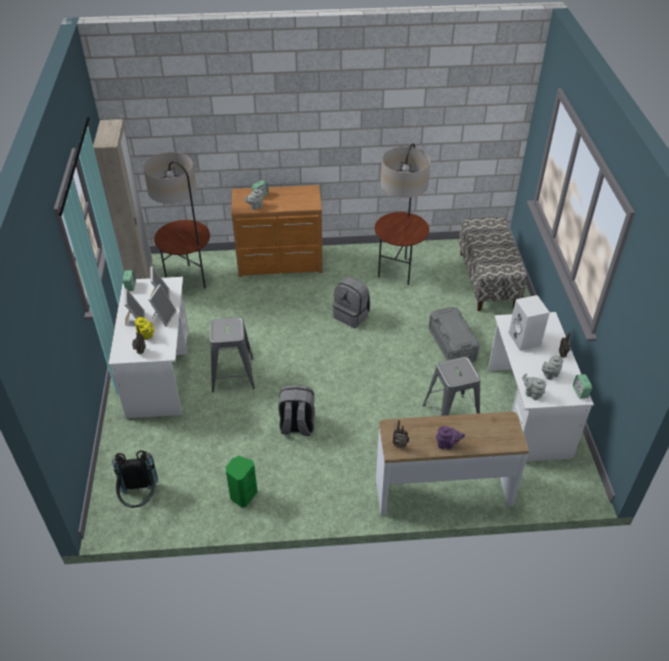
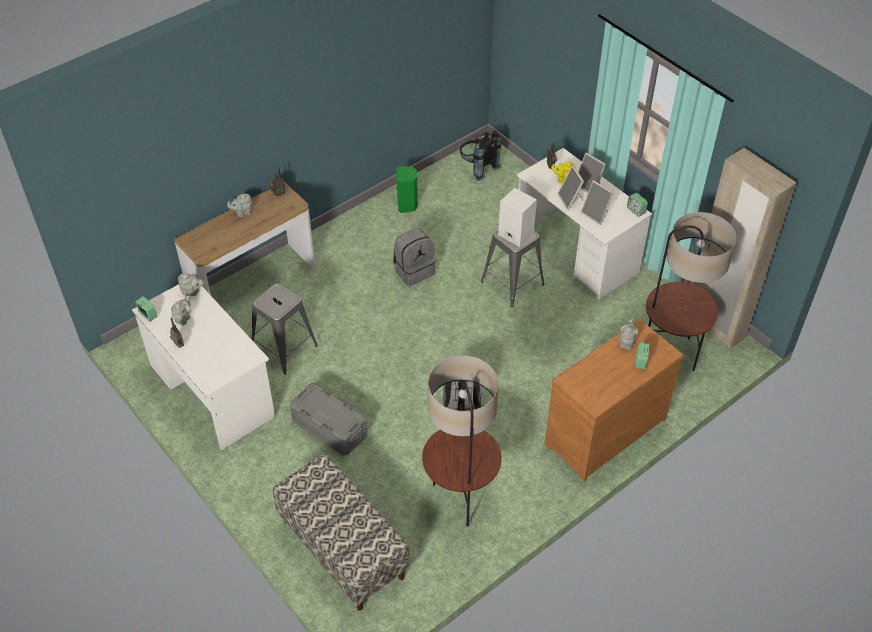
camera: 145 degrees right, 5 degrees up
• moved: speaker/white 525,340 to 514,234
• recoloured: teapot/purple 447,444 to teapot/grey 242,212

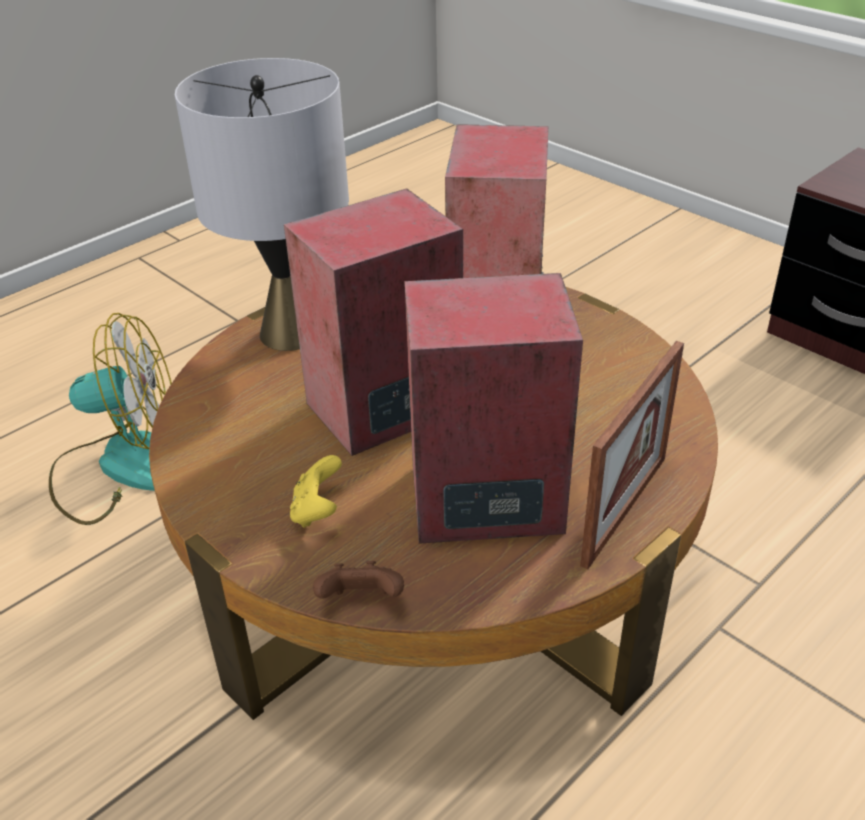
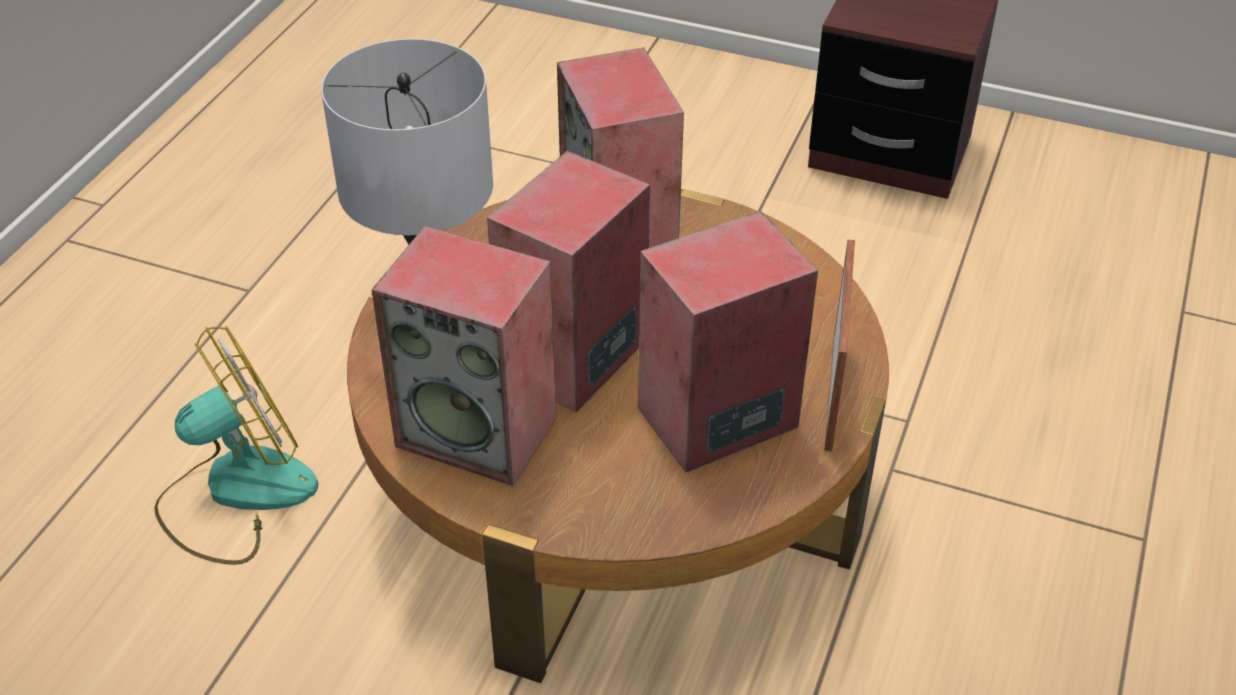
camera: 25 degrees left, 5 degrees up
• removed: game controller/yellow 317,511
• removed: game controller/brown 361,600
• added: speaker 479,431

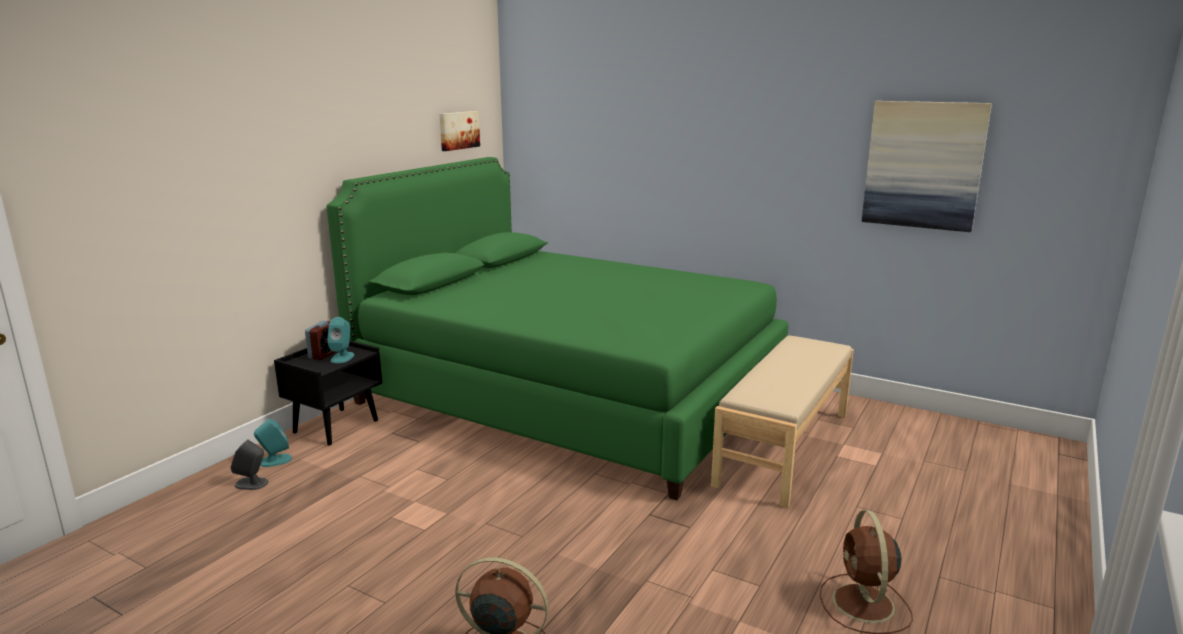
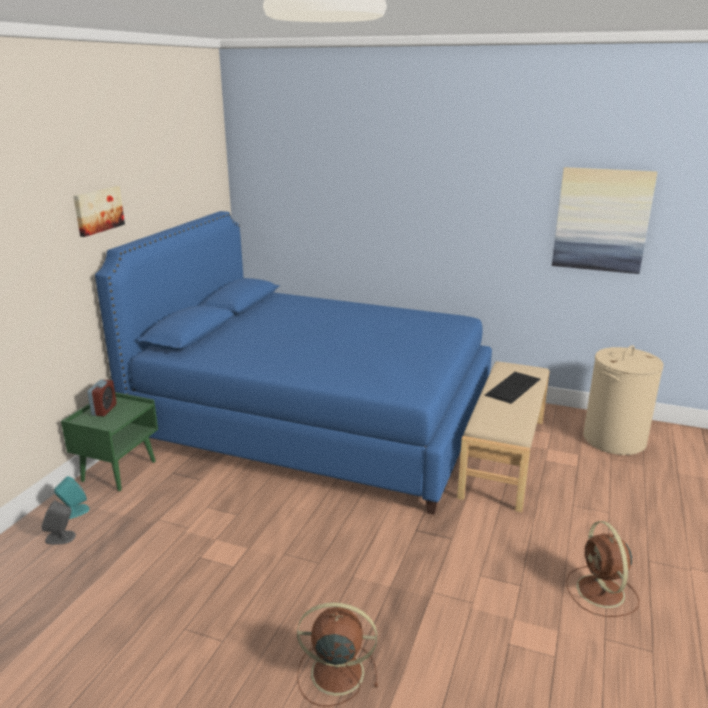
camera: 10 degrees left, 5 degrees up
• removed: speaker/turquoise 342,357
• added: keyboard 513,386
• added: laundry basket/beige 614,439
• moved: picture 458,130 to 98,210
• recoloured: nightstand/black 336,426 to nightstand/green 119,470
• recoloured: bed/green 570,395 to bed/blue 316,421

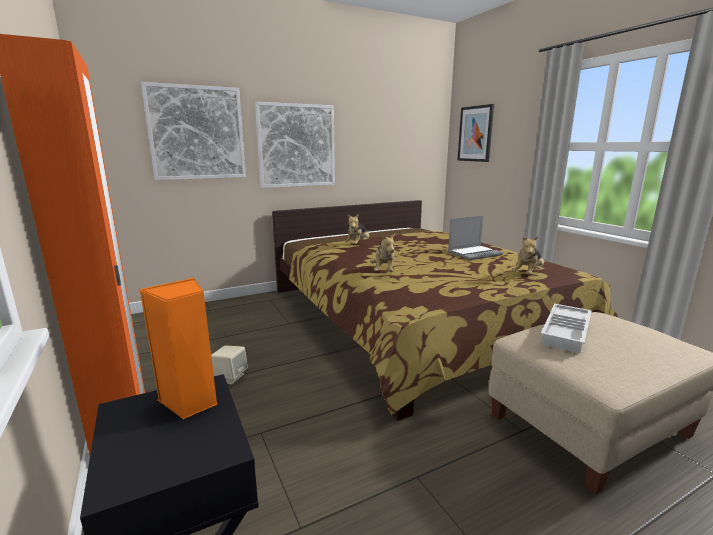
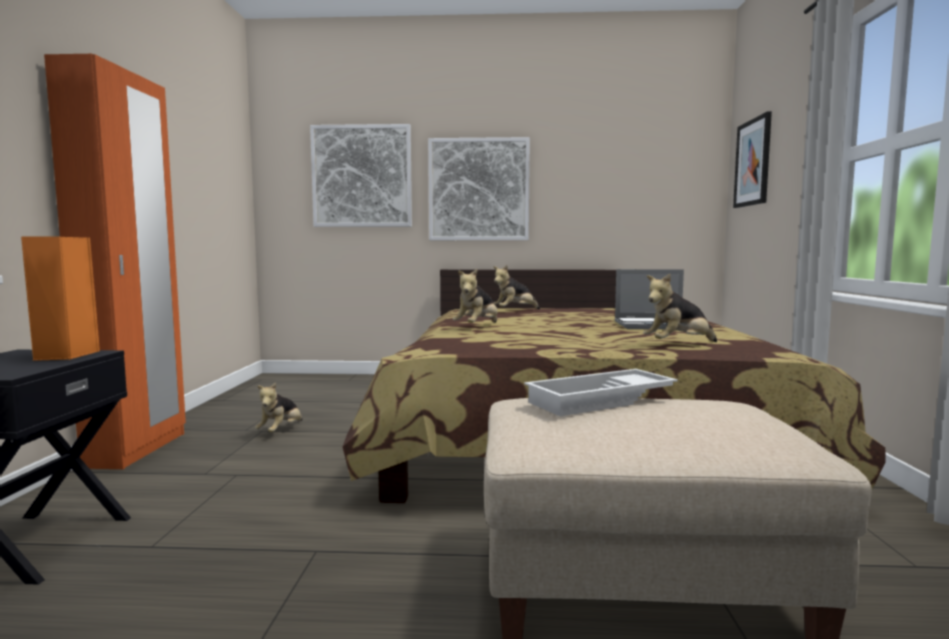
camera: 30 degrees right, 10 degrees down
• replaced: speaker/beige 230,377 to plush toy 281,431

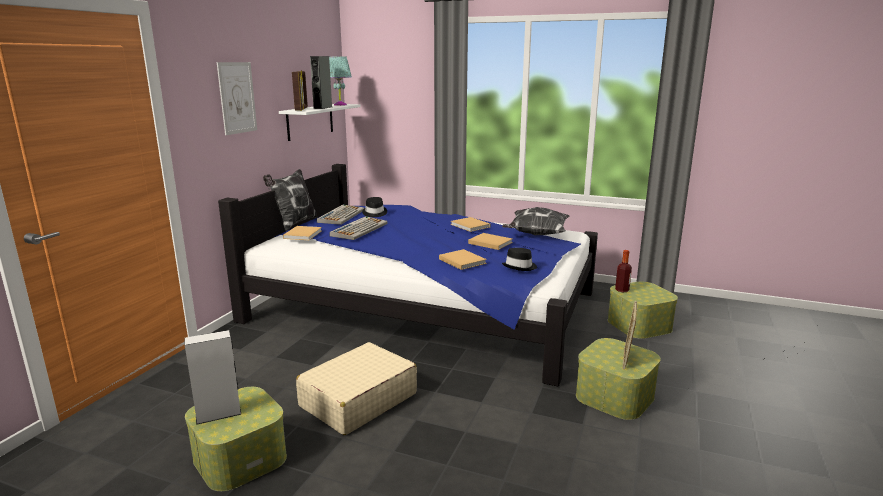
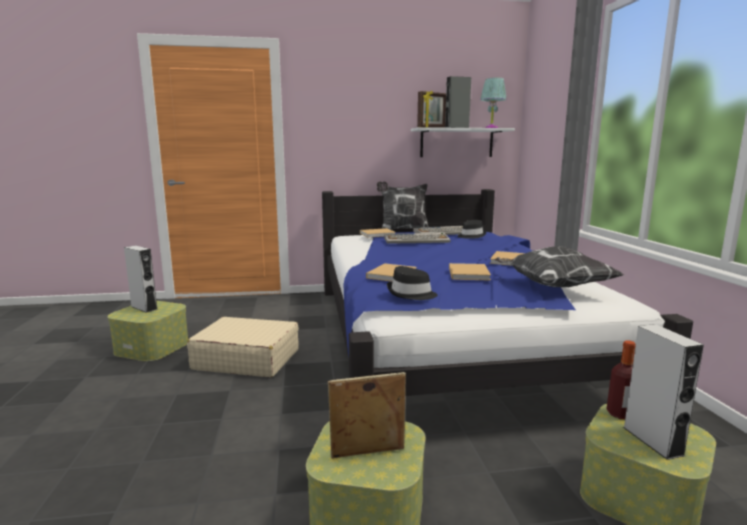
camera: 60 degrees right, 5 degrees down
• removed: picture 237,98
• added: speaker/grey 652,441

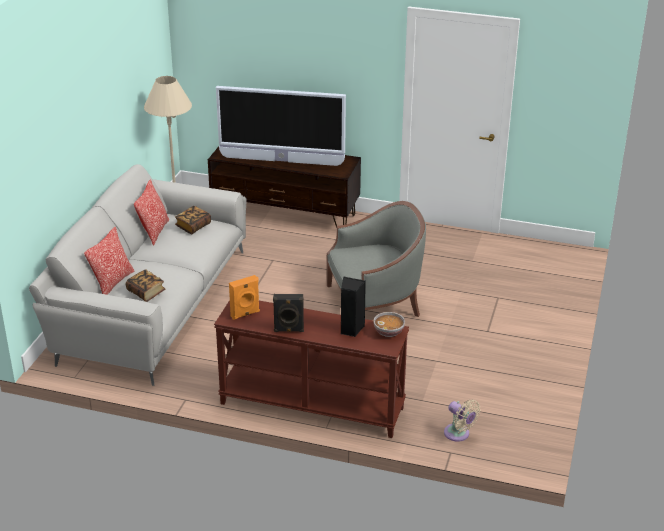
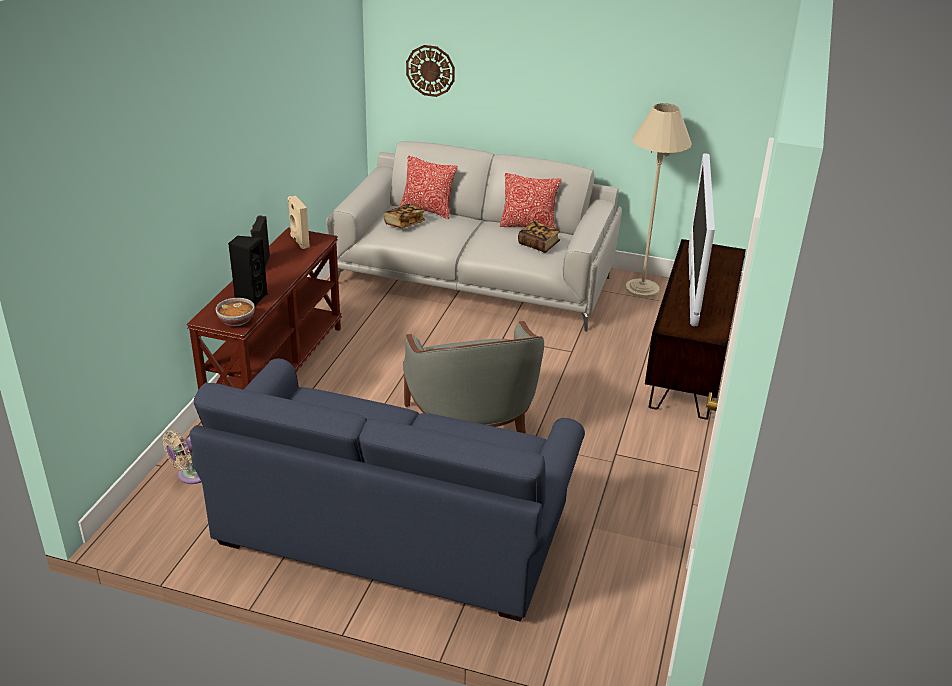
camera: 90 degrees right, 0 degrees up
• added: sofa/blue 392,529
• added: wall clock 430,70
• recoloured: speaker/orange 245,314 to speaker/beige 299,242

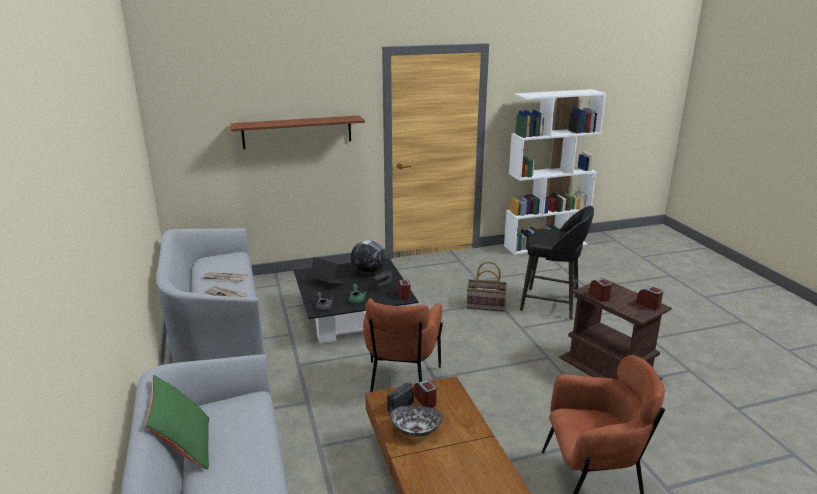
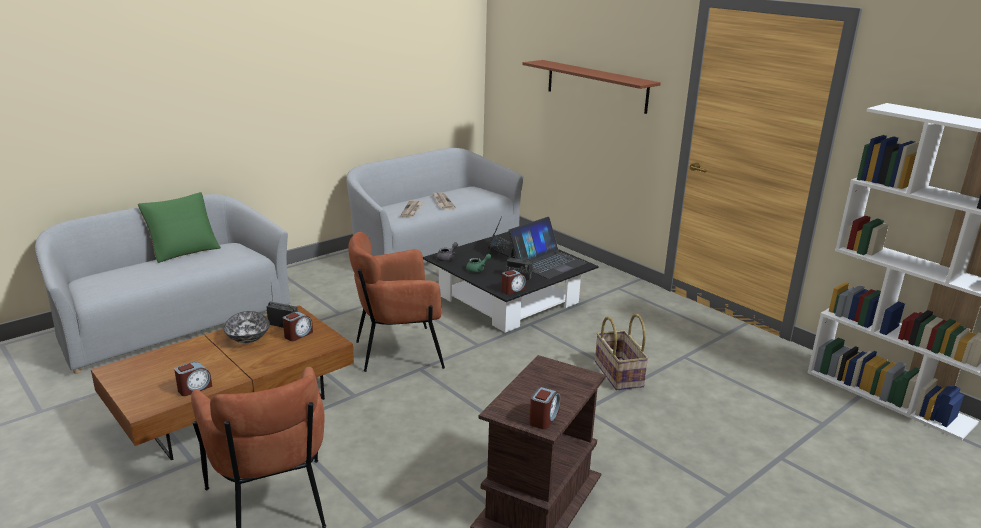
camera: 65 degrees right, 0 degrees up
• removed: stool/black 552,304
• moved: alarm clock 599,296 to 194,388
• replaced: globe 368,272 to laptop 547,262

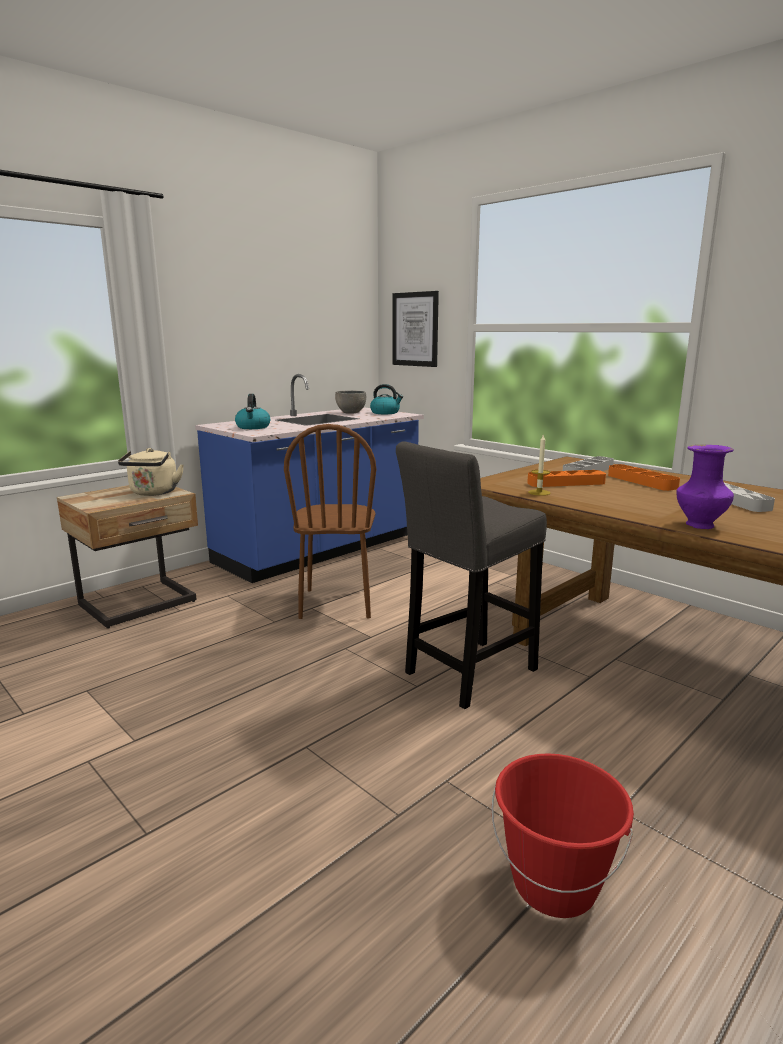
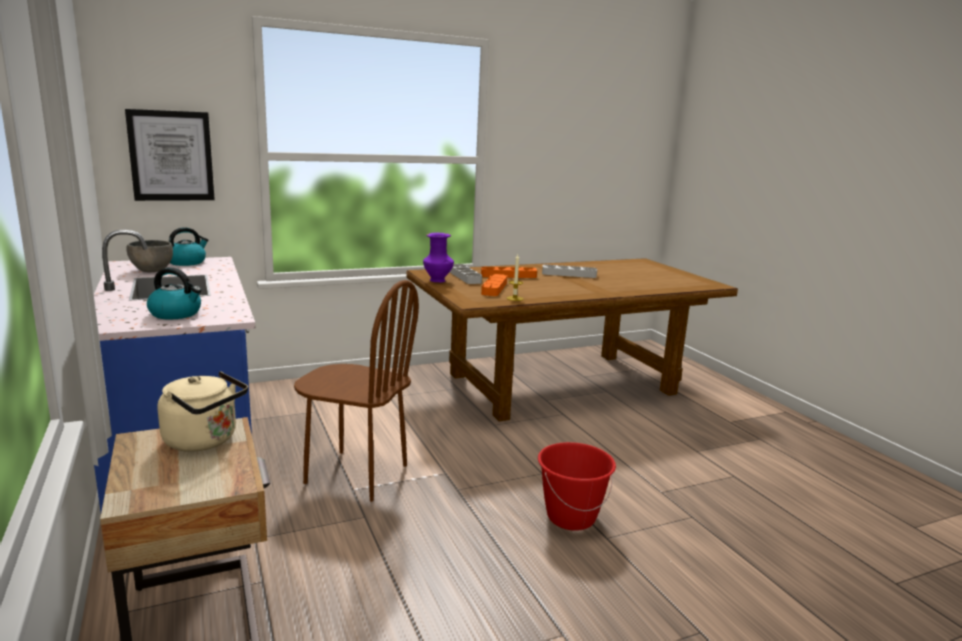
camera: 70 degrees left, 0 degrees up
• removed: stool/grey 466,674
• moved: bucket/red 554,884 to 571,517
• moved: vase/purple 700,526 to 438,281

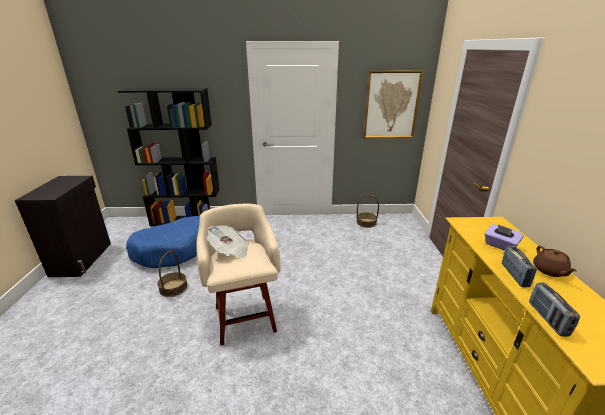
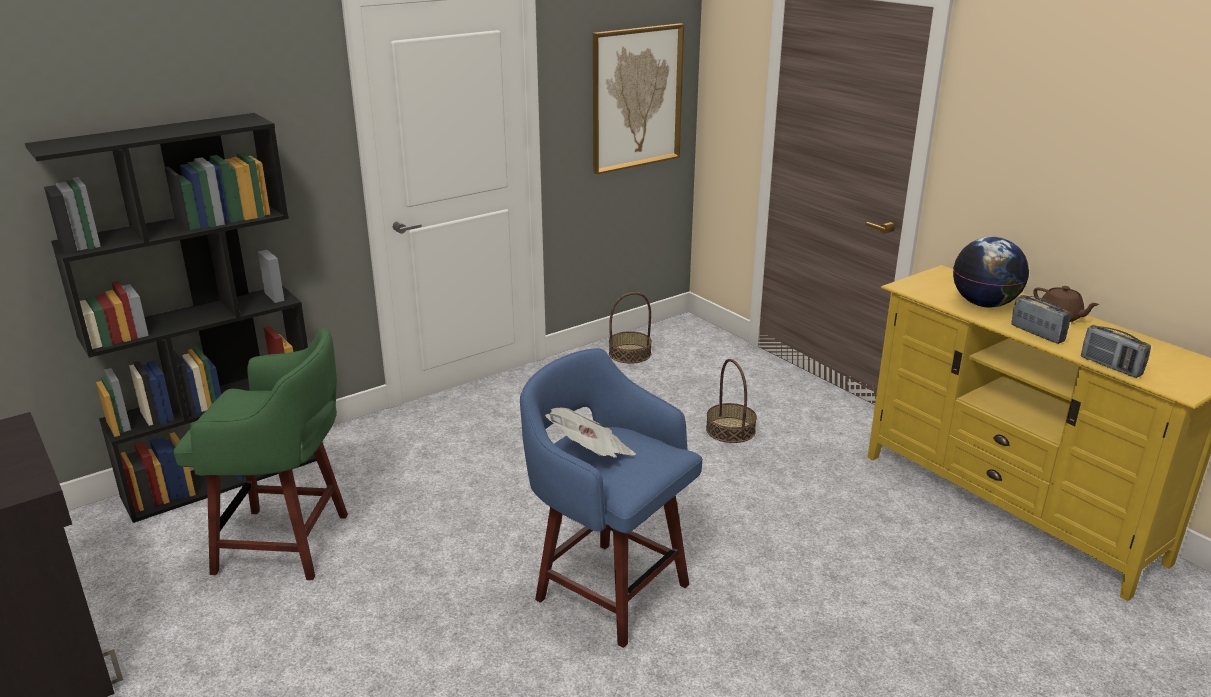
camera: 35 degrees left, 0 degrees up
• moved: basket 173,288 to 730,430
• replaced: dog bed/blue 174,249 to stool/green 287,544
• replaced: tissue box/purple 500,246 to globe 984,304
• recoloured: stool/beige 244,317 to stool/blue 608,589

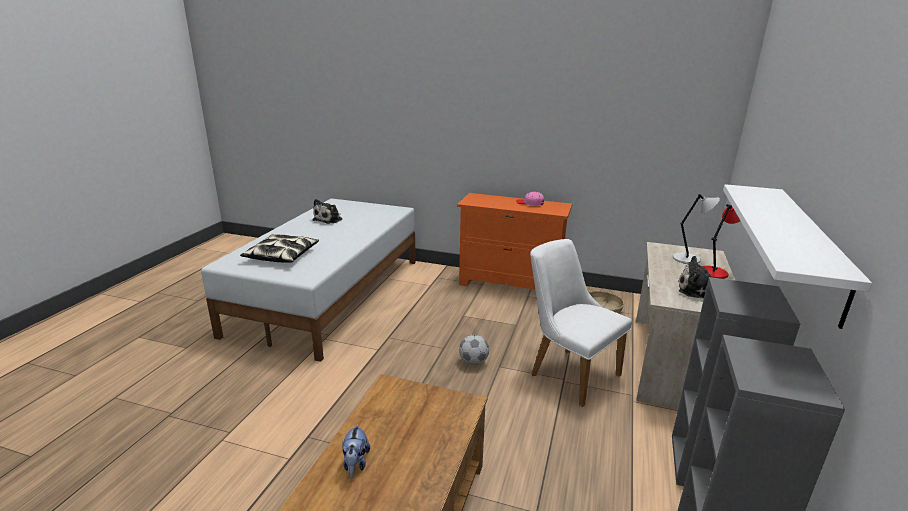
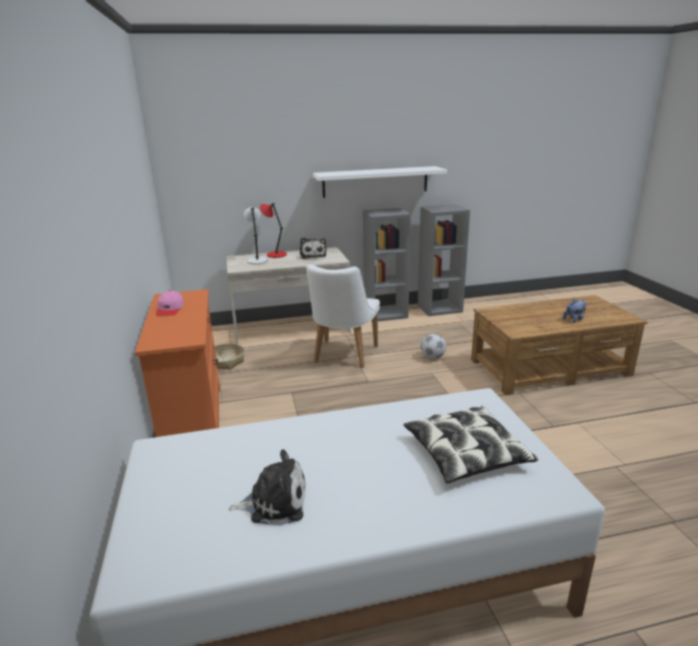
camera: 120 degrees left, 0 degrees up
• moved: football 473,362 to 432,357

